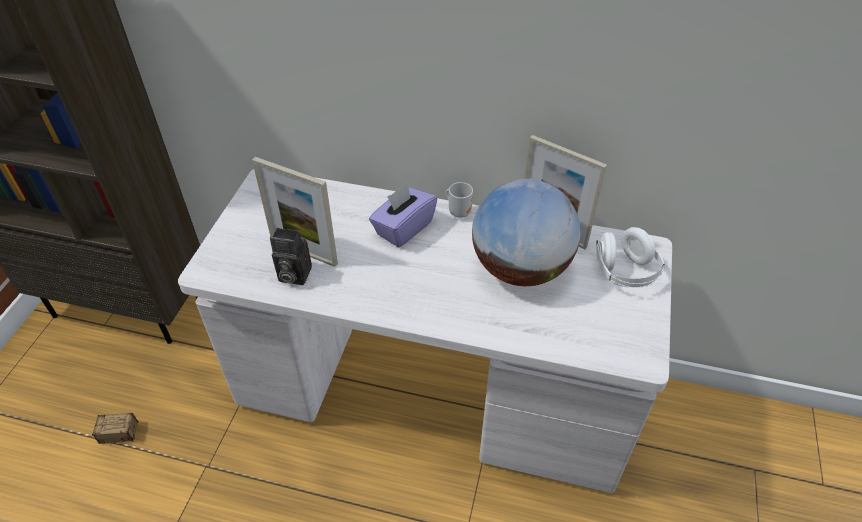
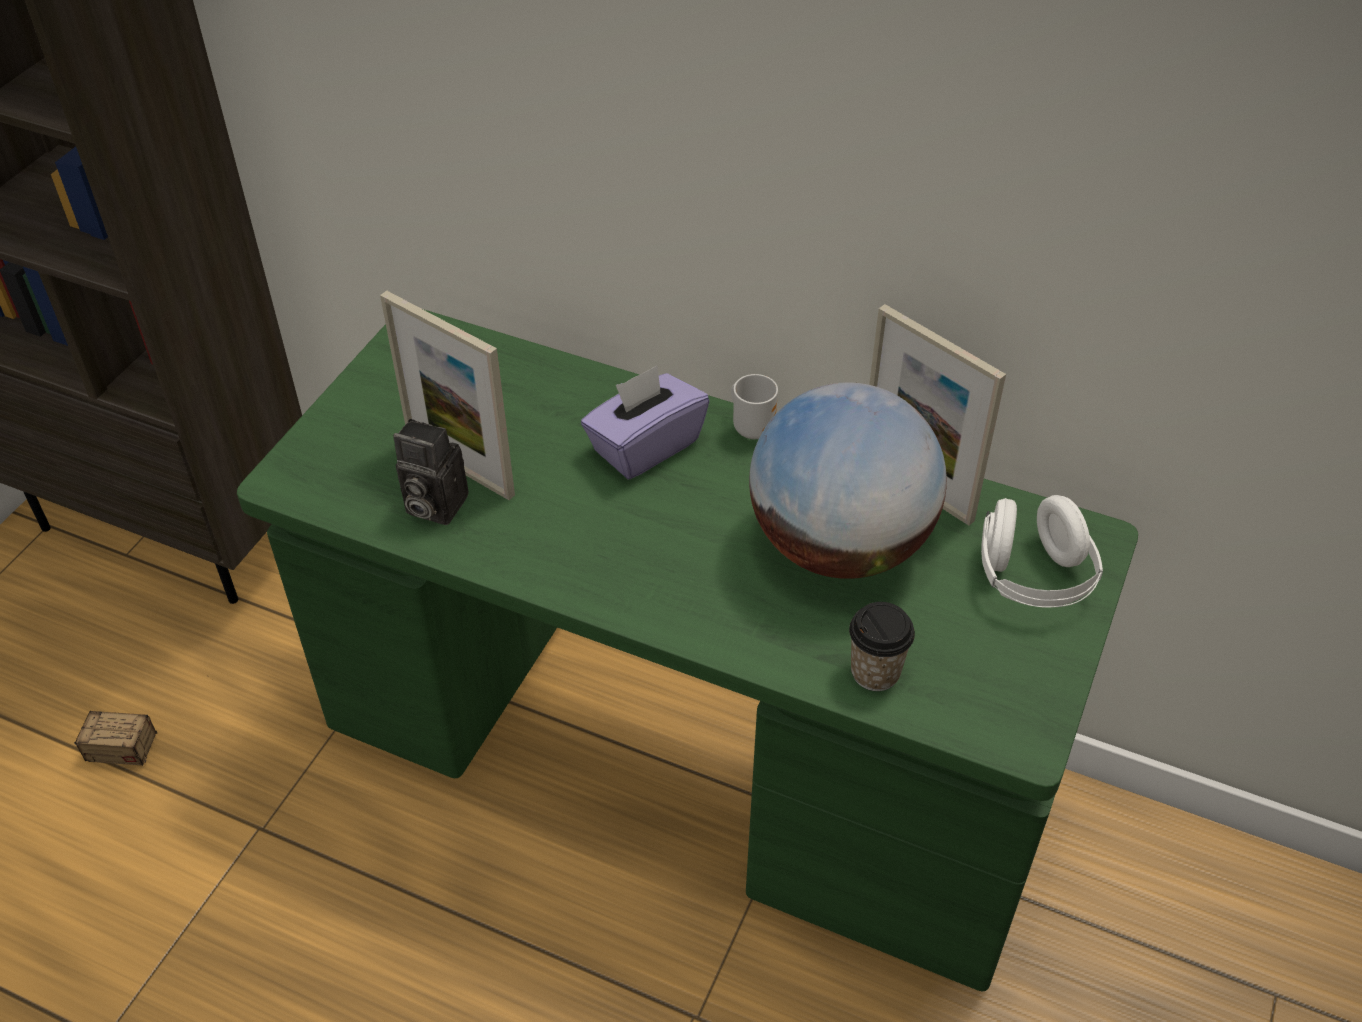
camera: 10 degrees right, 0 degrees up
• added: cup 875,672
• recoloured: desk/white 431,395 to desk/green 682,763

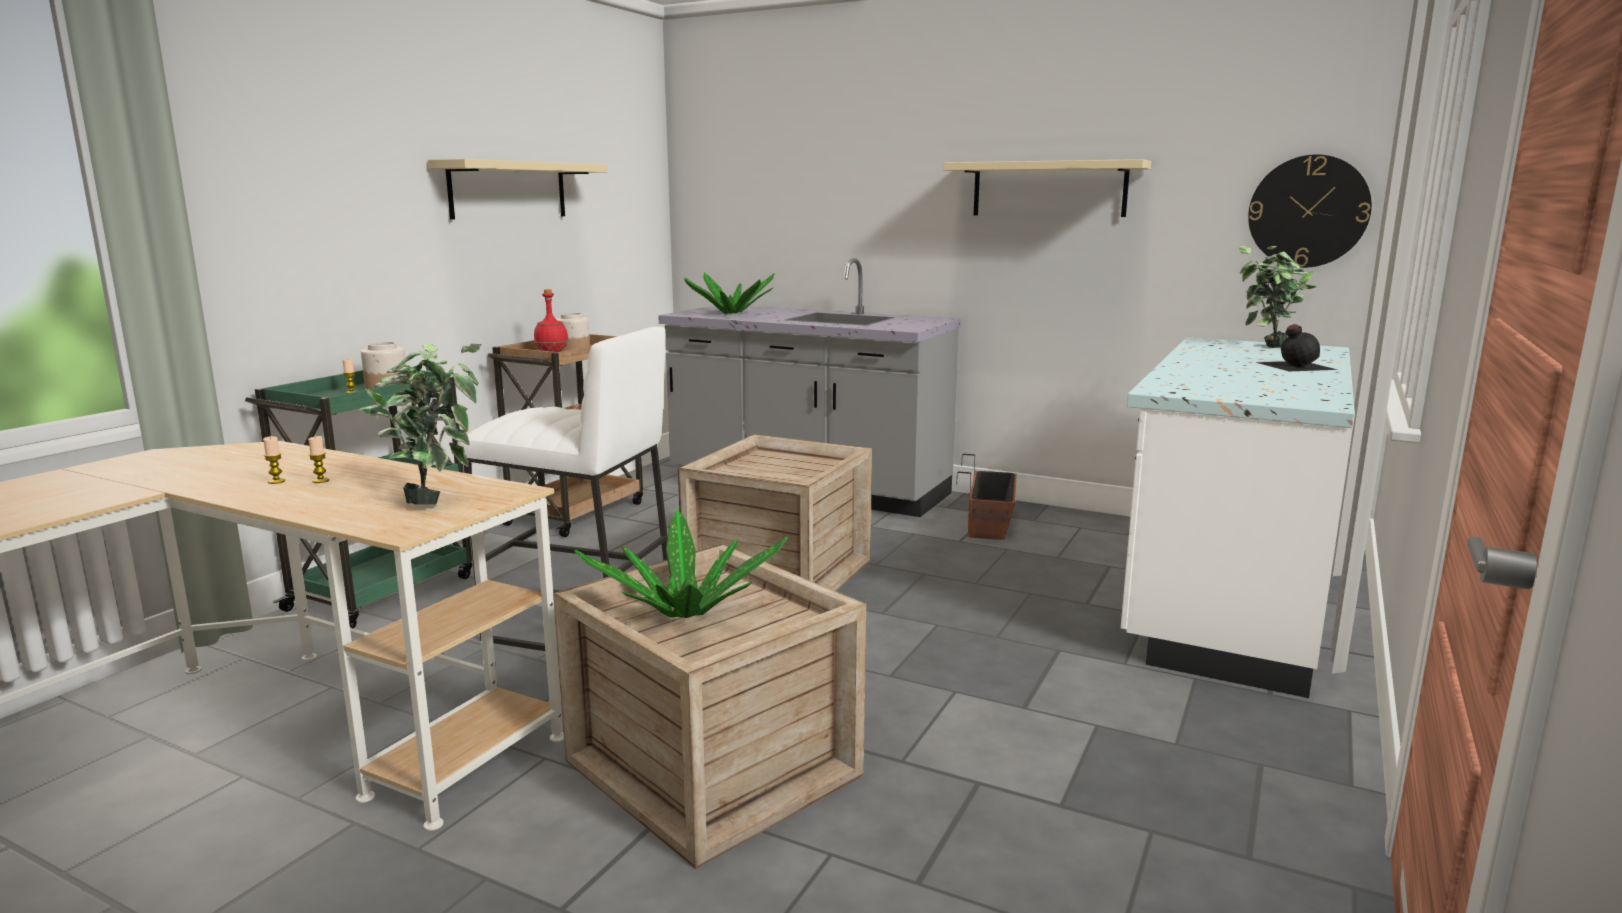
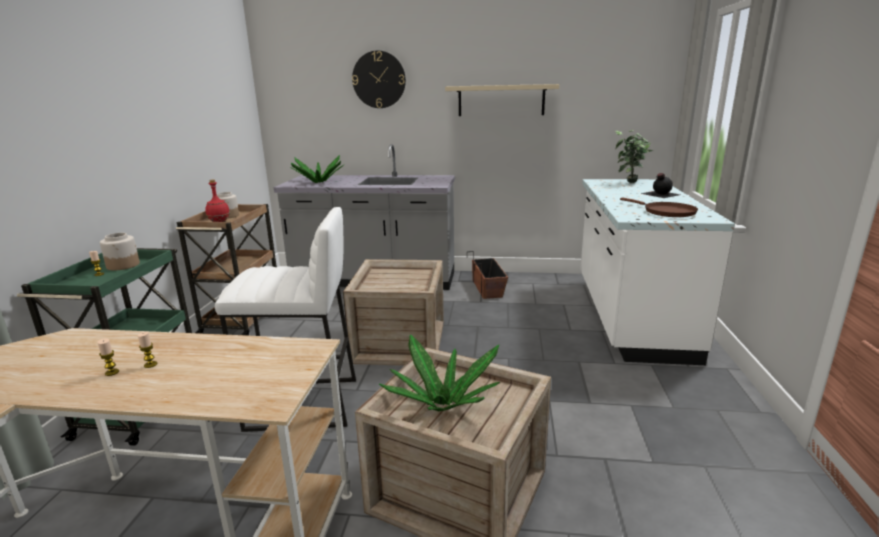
camera: 20 degrees left, 5 degrees up
• removed: potted plant 435,500
• removed: shelf/beige 508,190
• added: frying pan/brown 666,212
• moved: wall clock 1308,211 to 379,79

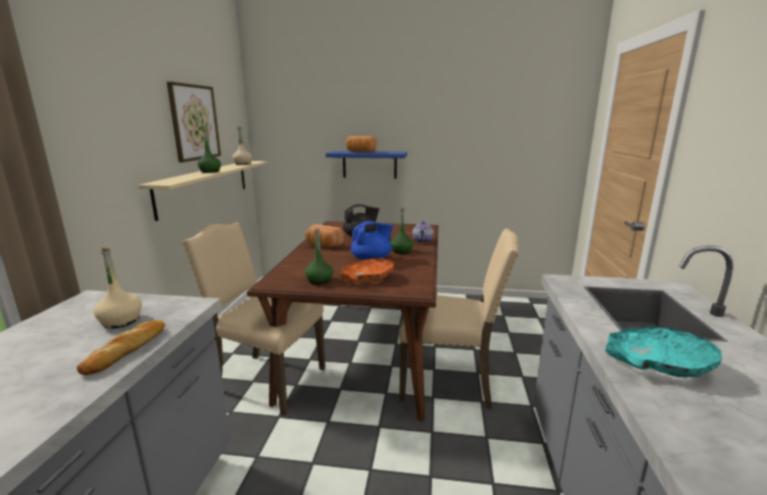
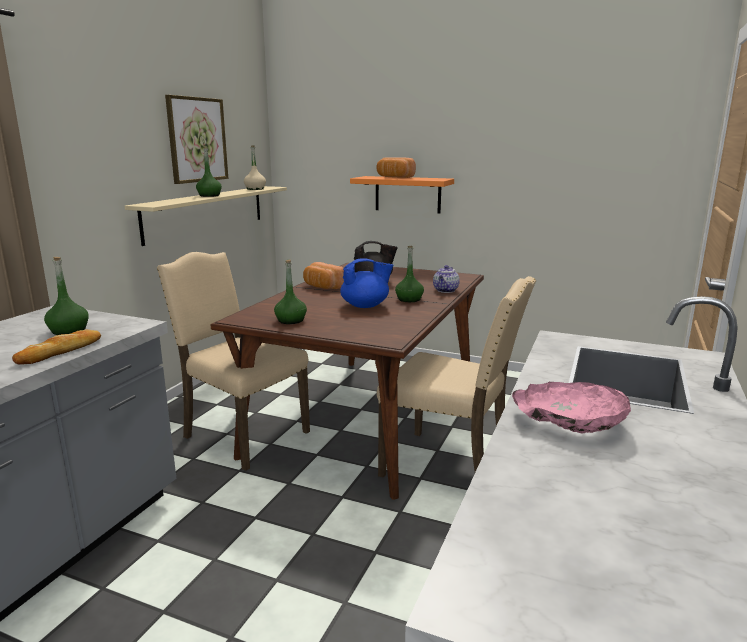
camera: 15 degrees right, 0 degrees up
• removed: bowl/orange 367,278
• recoloured: bottle/beige 121,321 to bottle/green 69,331
• recoloured: shelf/blue 369,164 to shelf/orange 407,194
• recoloured: bowl/turquoise 657,364 to bowl/pink 569,421

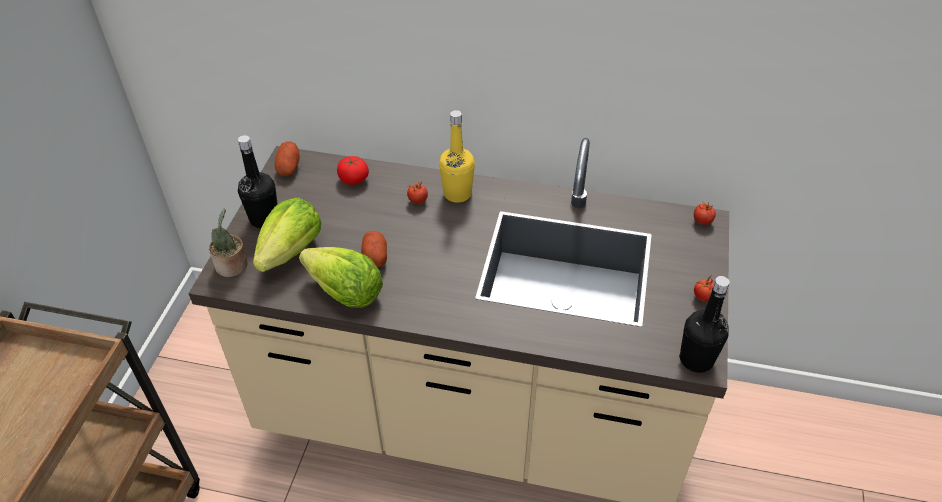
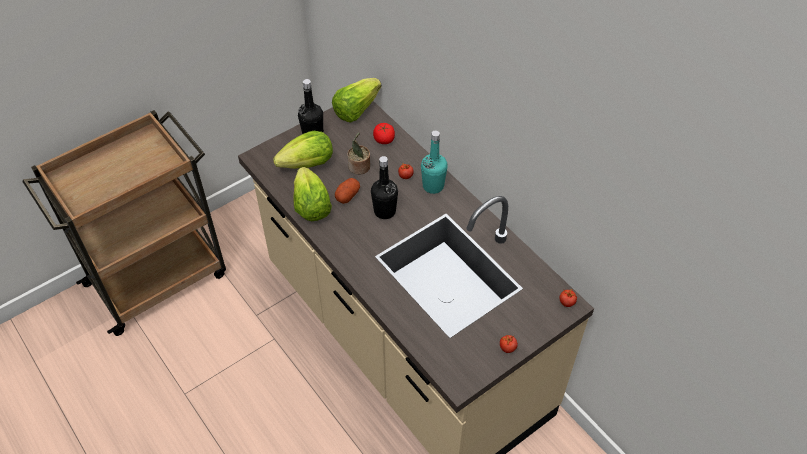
camera: 40 degrees right, 5 degrees up
• moved: potted plant 233,266 to 359,168
• moved: bottle/black 696,359 to 385,211
• replaced: potato 289,167 to lettuce 356,109
• recoloured: bottle/yellow 457,193 to bottle/turquoise 433,186

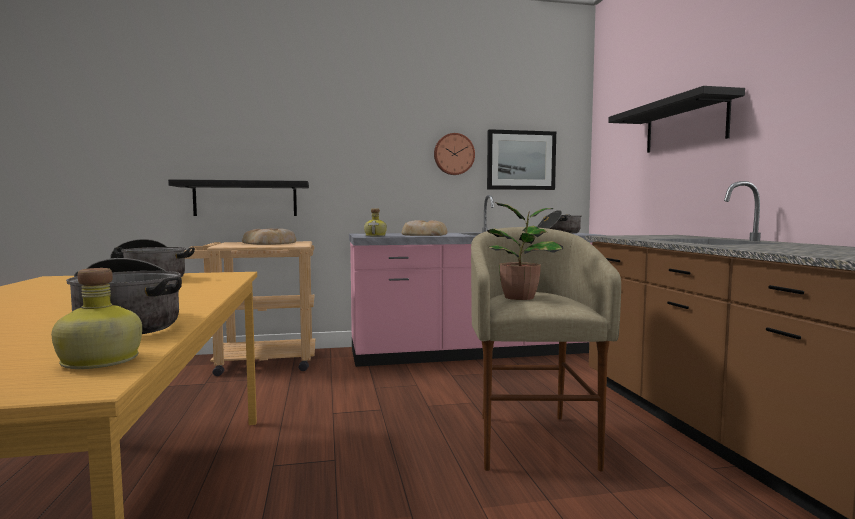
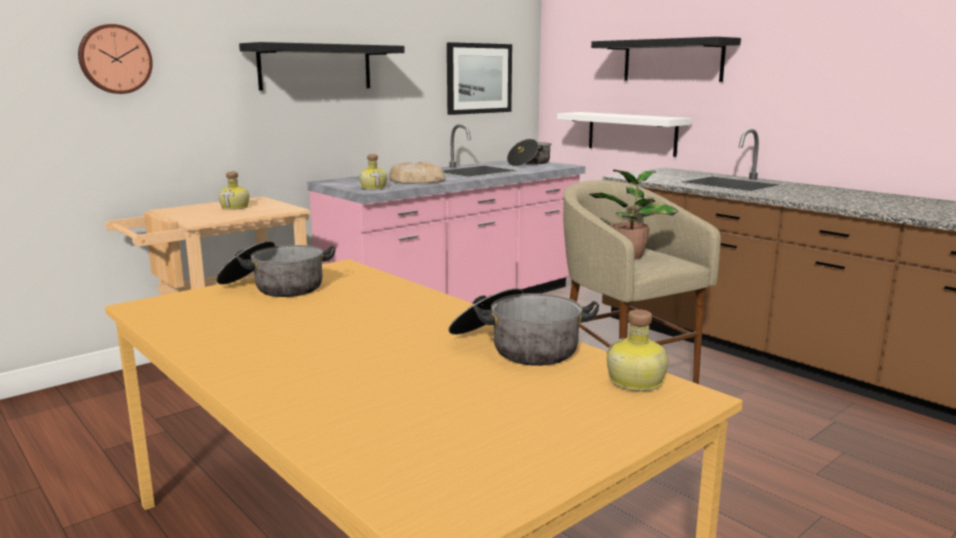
camera: 30 degrees left, 10 degrees up
• added: shelf/white 631,133
• moved: shelf/black 245,199 to 315,67
• moved: wall clock 453,154 to 115,59
• replaced: bread 271,243 to bottle 236,207

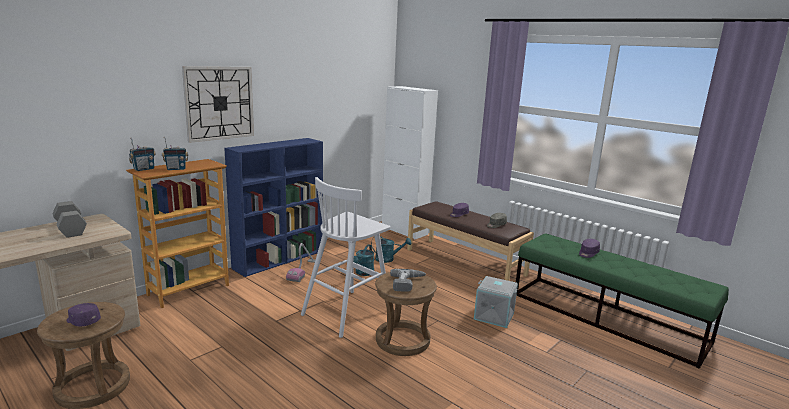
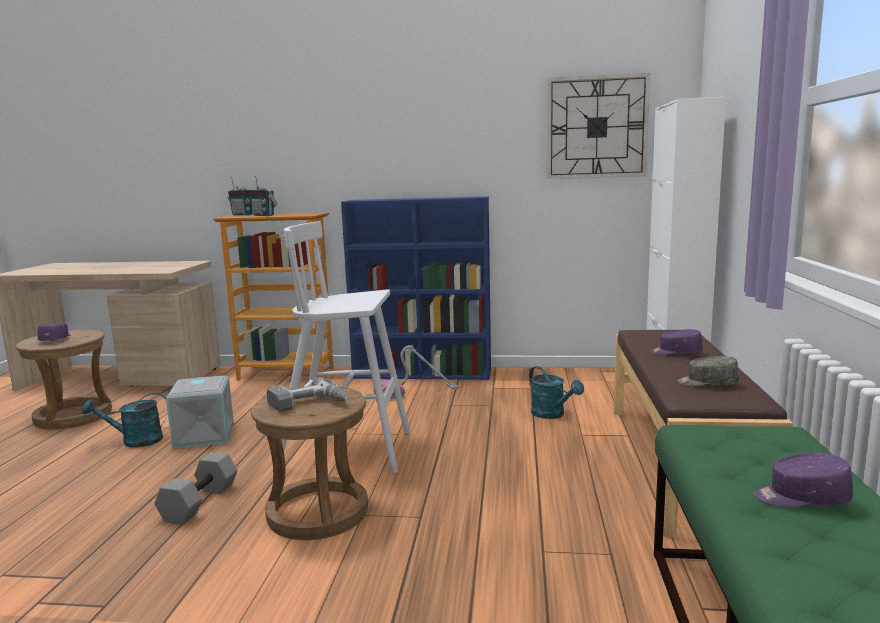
camera: 55 degrees right, 5 degrees down
• moved: dumbbell/grey 71,229 to 200,503
• moved: wall clock 219,103 to 596,127
• moved: watering can/turquoise 363,273 to 135,441
• moved: storage box/grey 494,315 to 205,435

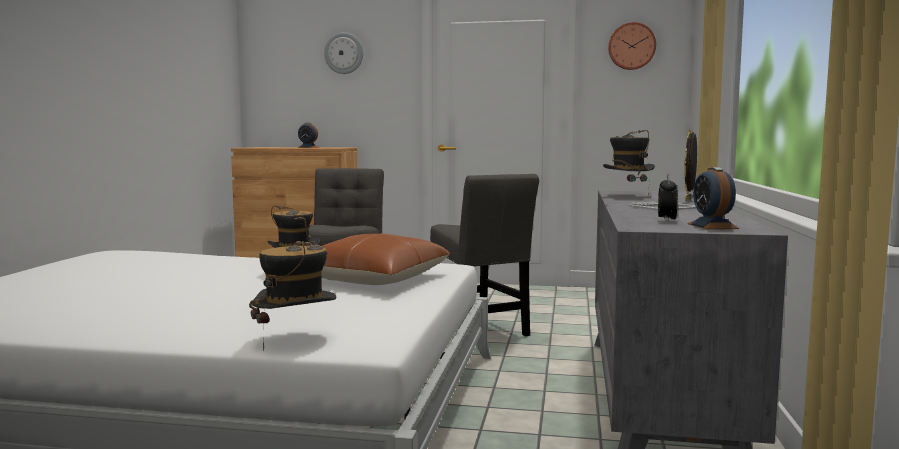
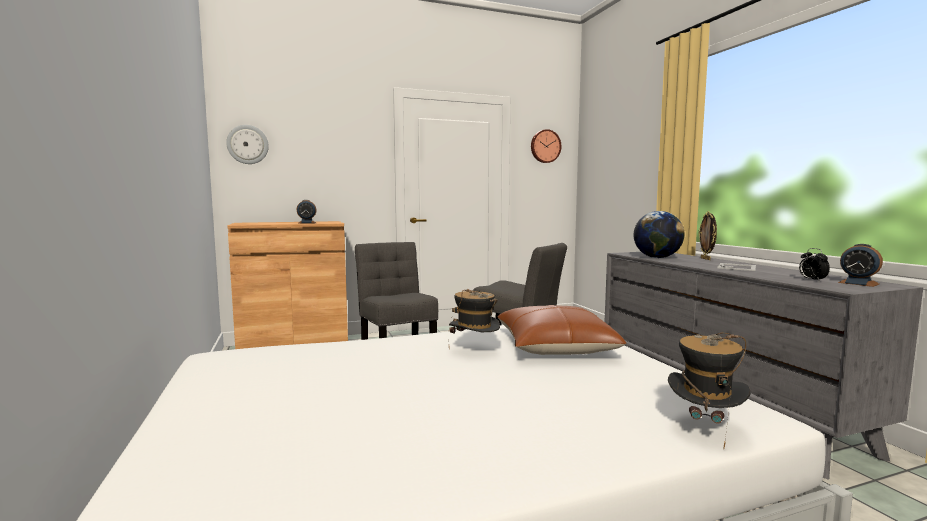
camera: 30 degrees left, 0 degrees up
• moved: wall clock 344,53 to 247,144
• replaced: hat 627,196 to globe 657,257

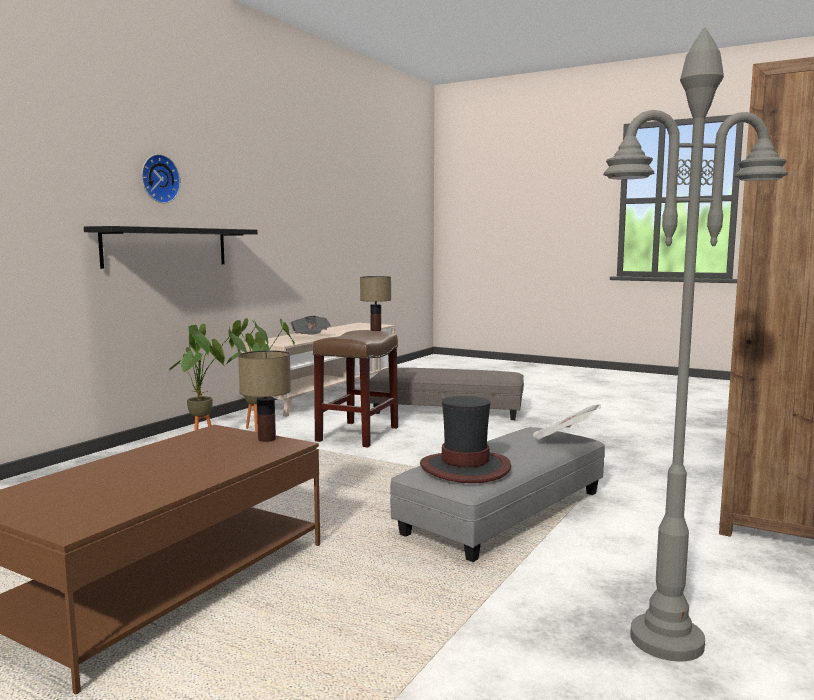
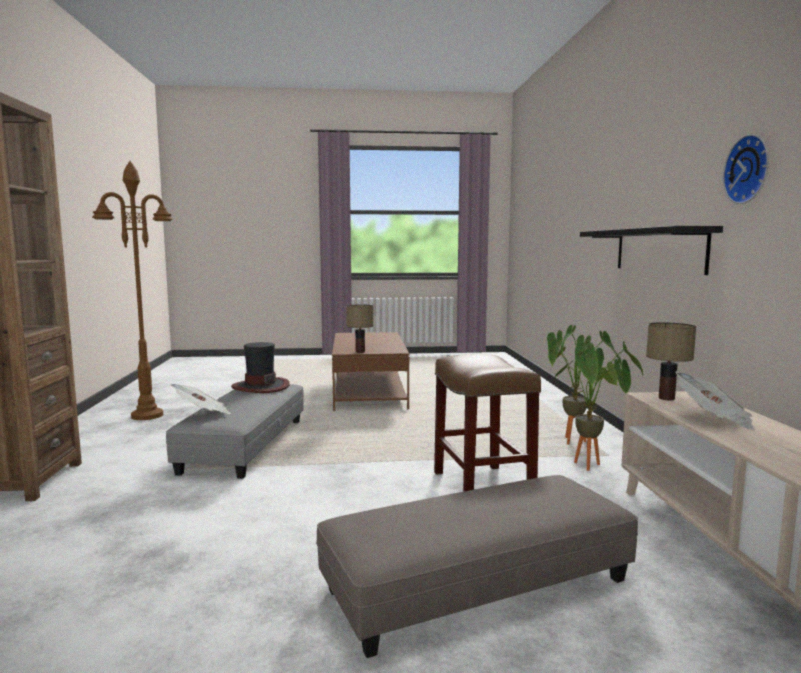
camera: 145 degrees right, 0 degrees up
• moved: wall clock 158,179 to 750,169
• moved: table lamp 375,330 to 667,398
• recoloured: floor lamp/grey 666,640 to floor lamp/brown 147,415

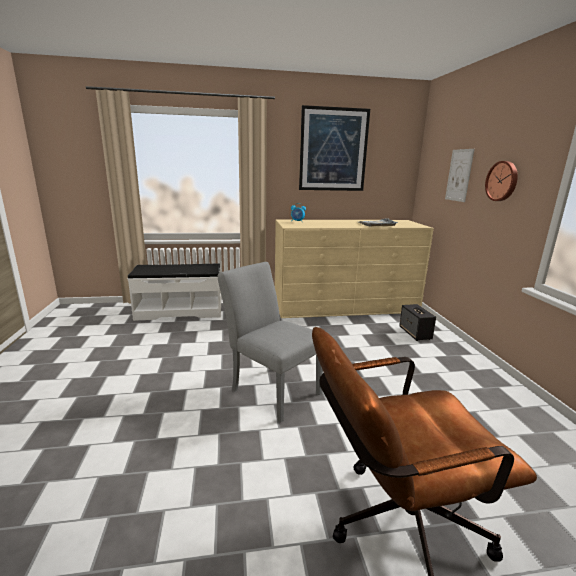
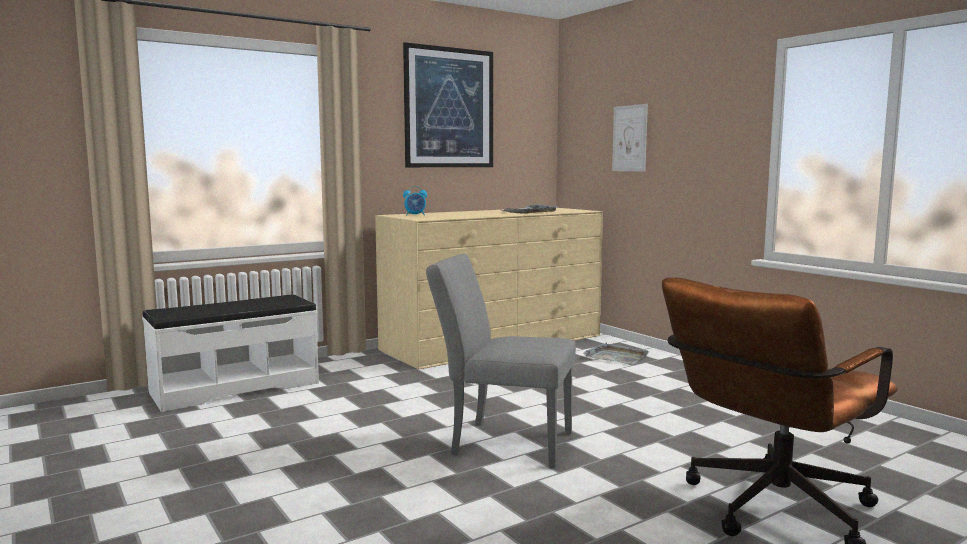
camera: 25 degrees left, 10 degrees down
• removed: wall clock 502,181
• replaced: speaker 415,333 to tray/grey 616,357

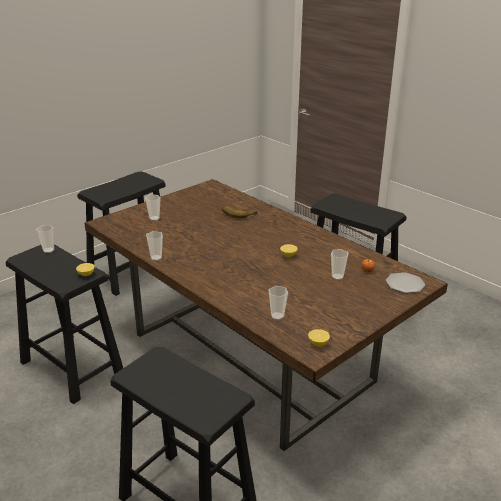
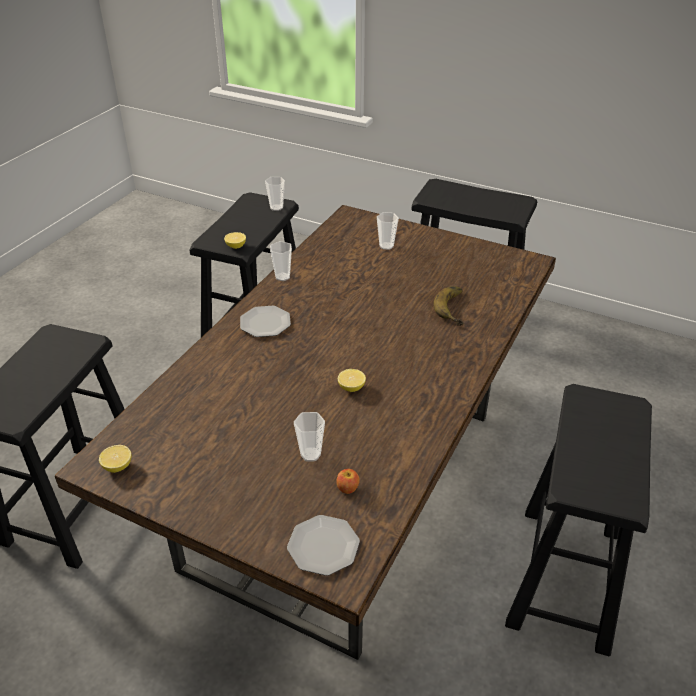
camera: 70 degrees right, 10 degrees up
• removed: cup 277,316
• added: plate 265,323

